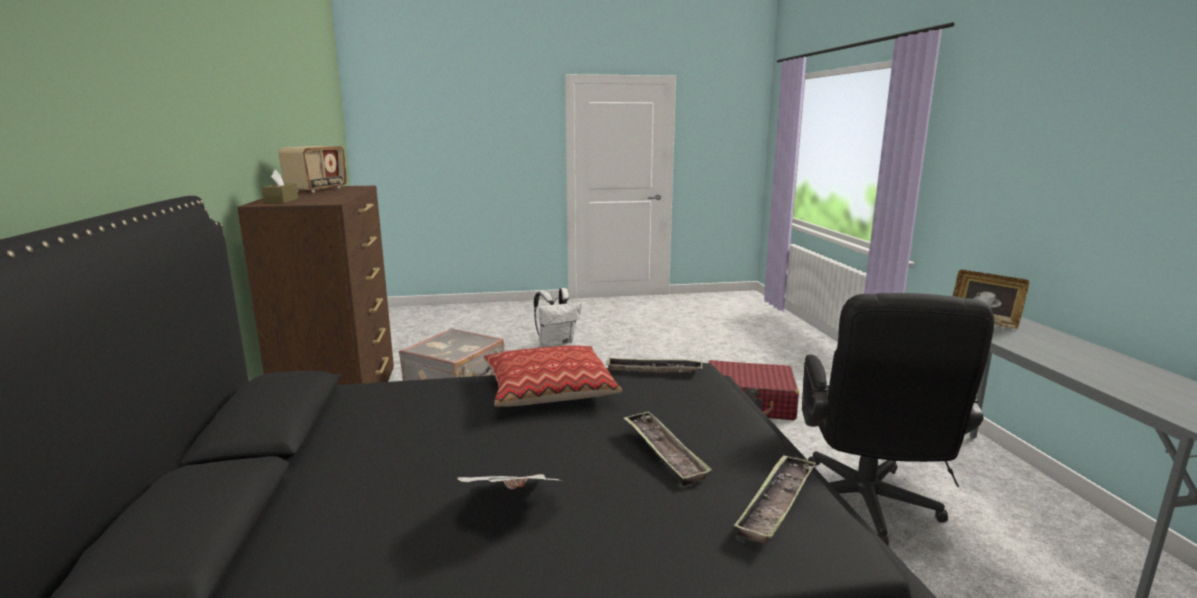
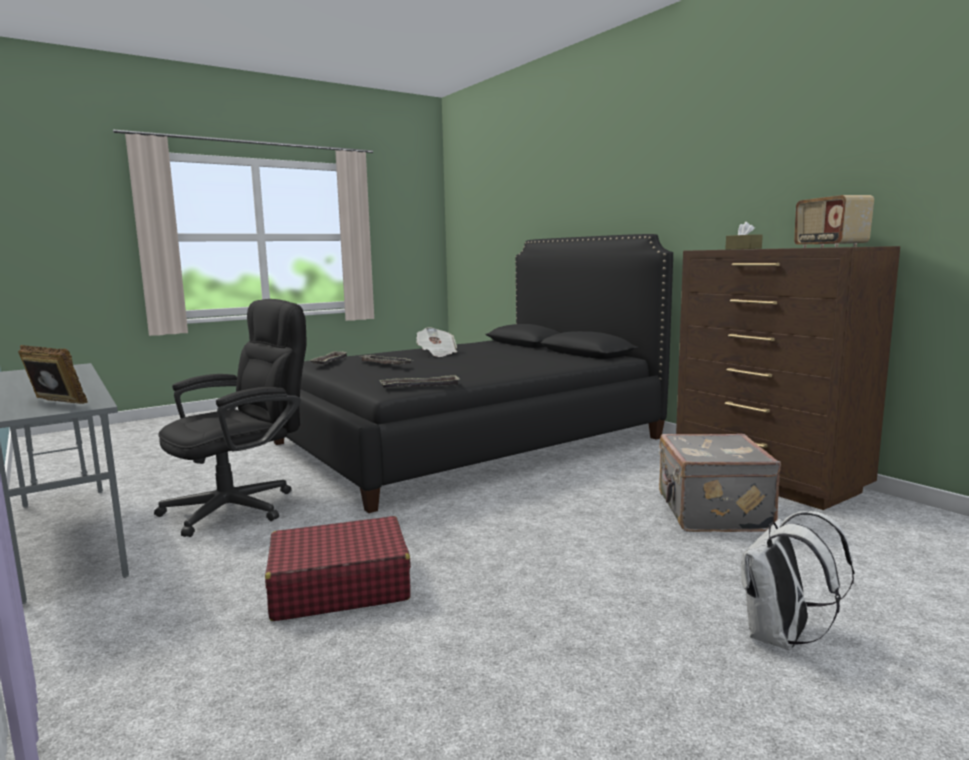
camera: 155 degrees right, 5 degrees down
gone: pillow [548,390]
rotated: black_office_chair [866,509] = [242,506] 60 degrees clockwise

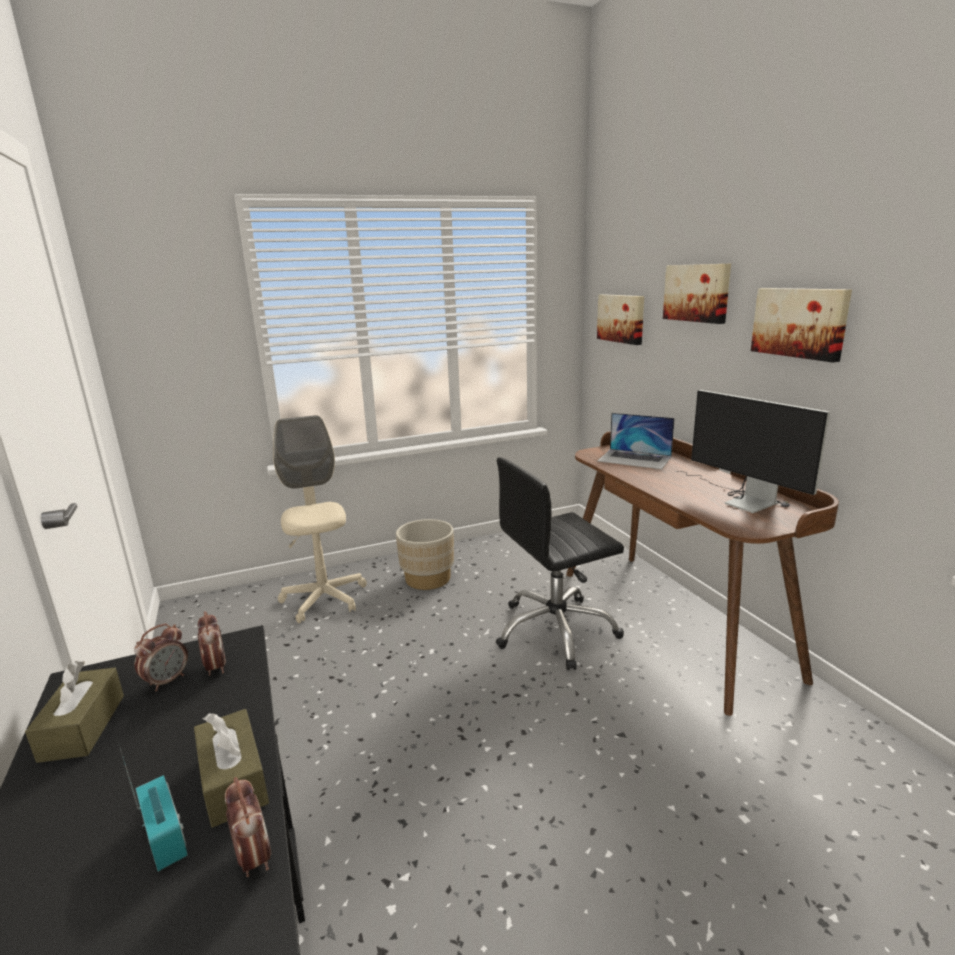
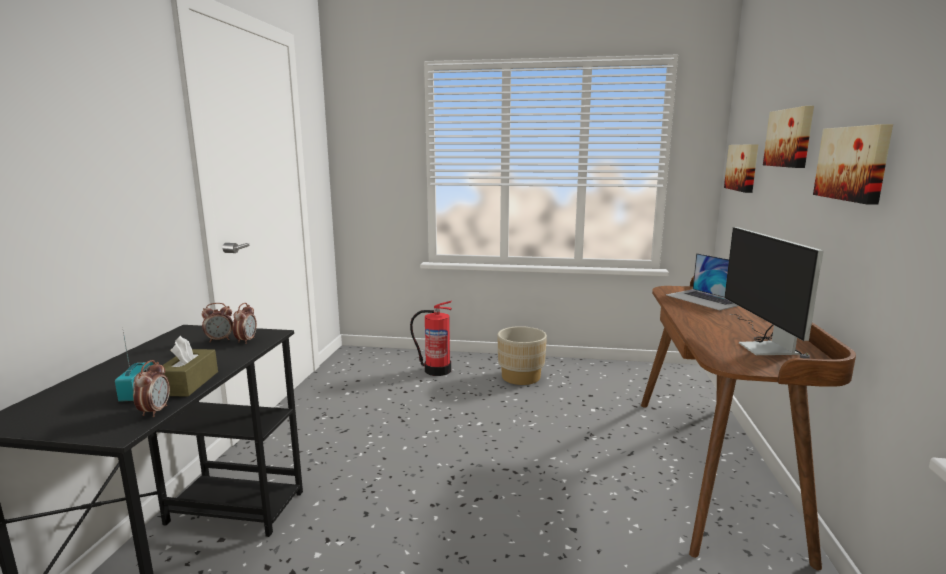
camera: 30 degrees right, 5 degrees down
gone: brown_tissue_box [83,727]; black_office_chair [556,631]
swapped: beige_office_chair [324,599] to fire_extinguisher [436,370]

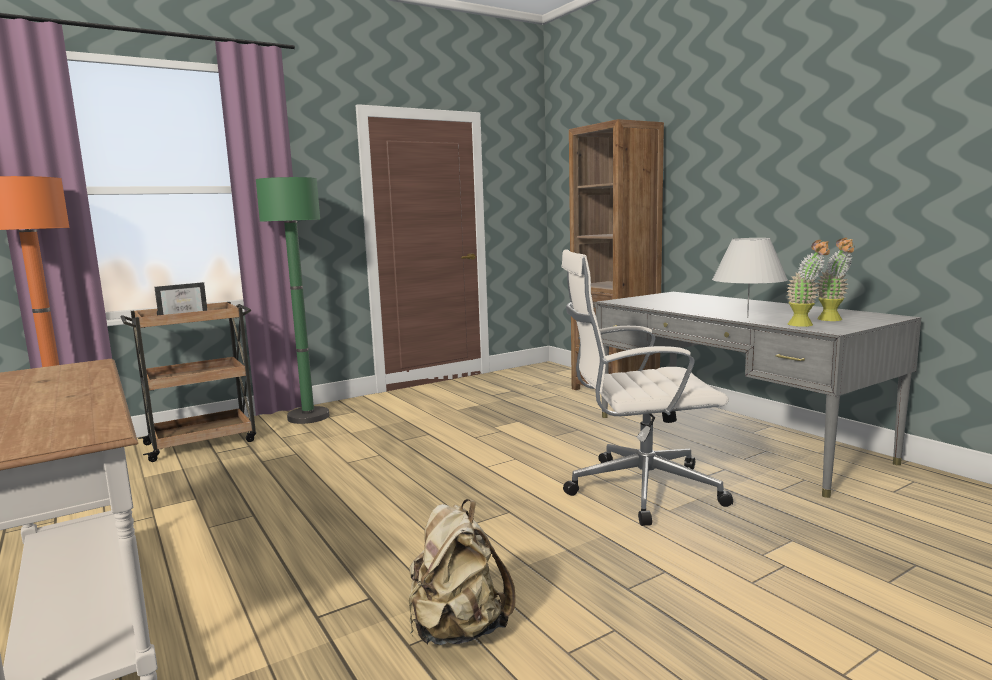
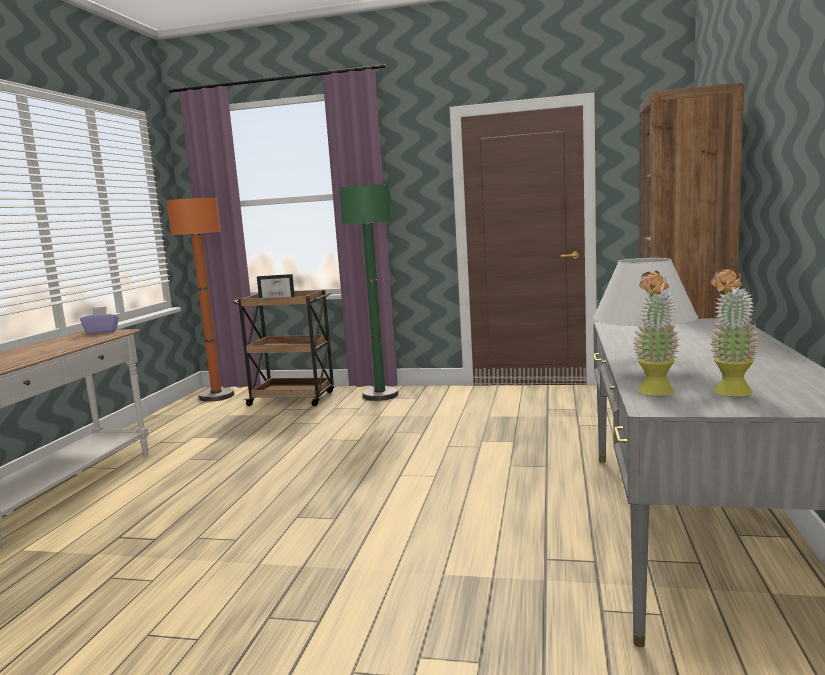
camera: 45 degrees right, 0 degrees up
gone: beige_backpack [458,630]; white_office_chair [639,489]
new: purple_tissue_box [102,332]

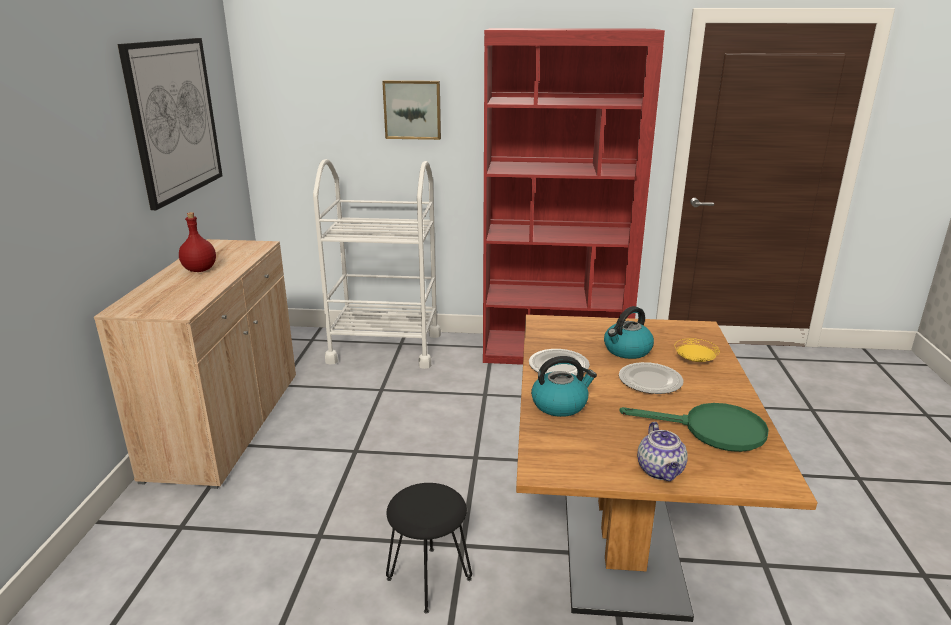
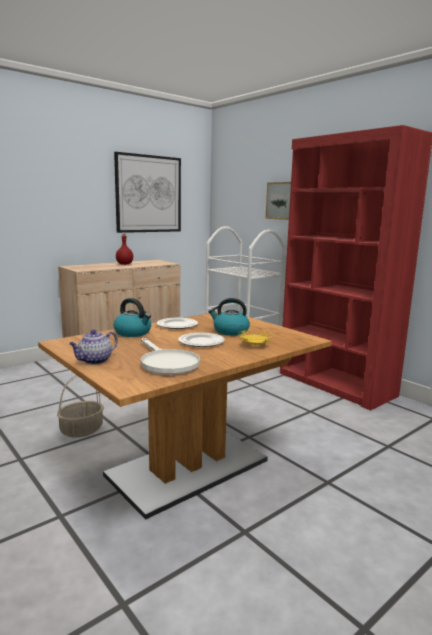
camera: 45 degrees right, 10 degrees down
swapped: black_stool [428,578] to basket [82,430]
repainted: green_frying_pan [712,430] to white_frying_pan [166,363]

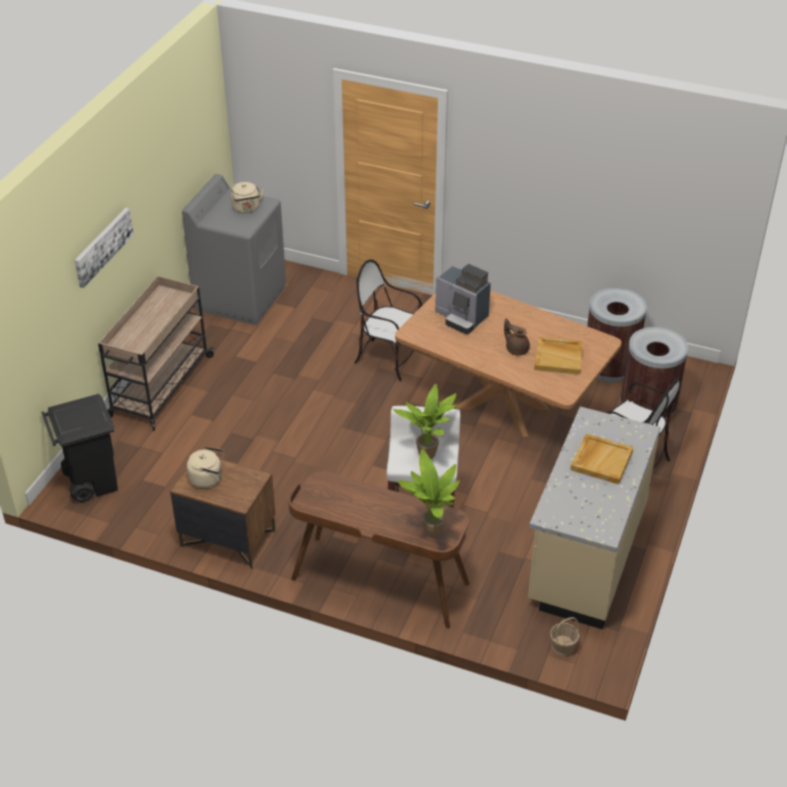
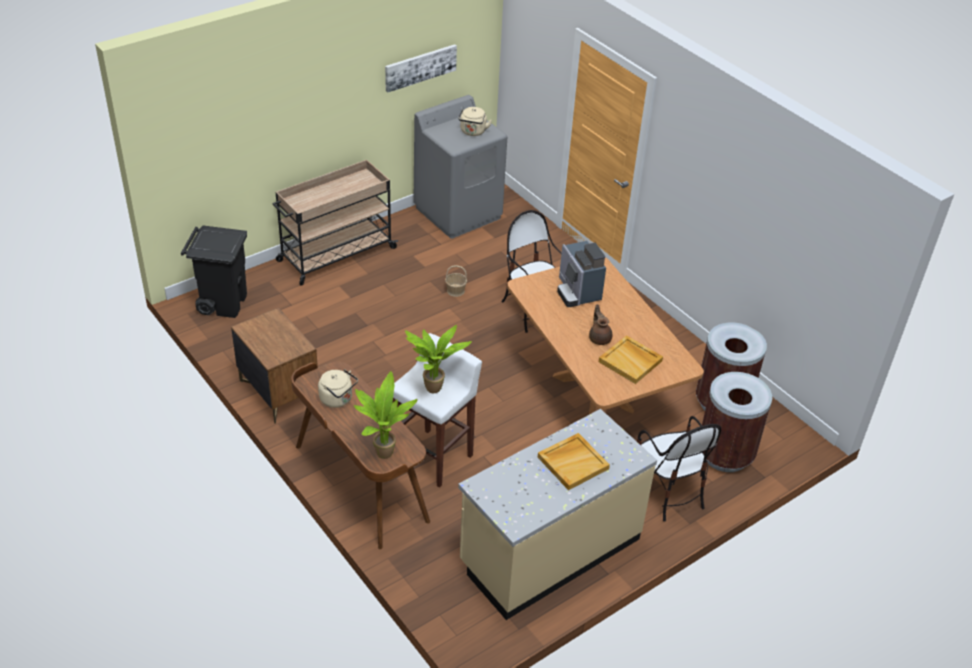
camera: 30 degrees right, 0 degrees up
shifted: picture [102,246] to [420,67]; beige_kettle [208,478] to [338,399]; basket [562,645] to [455,290]

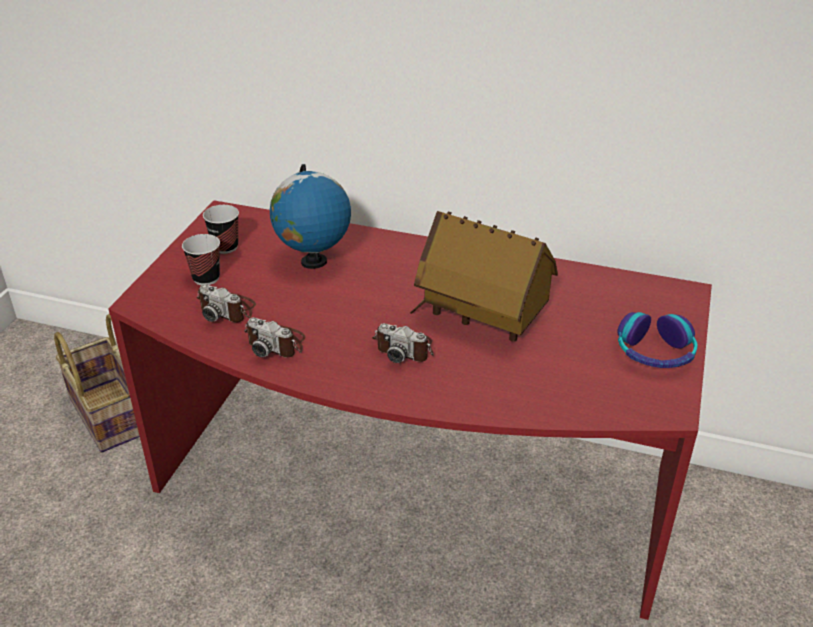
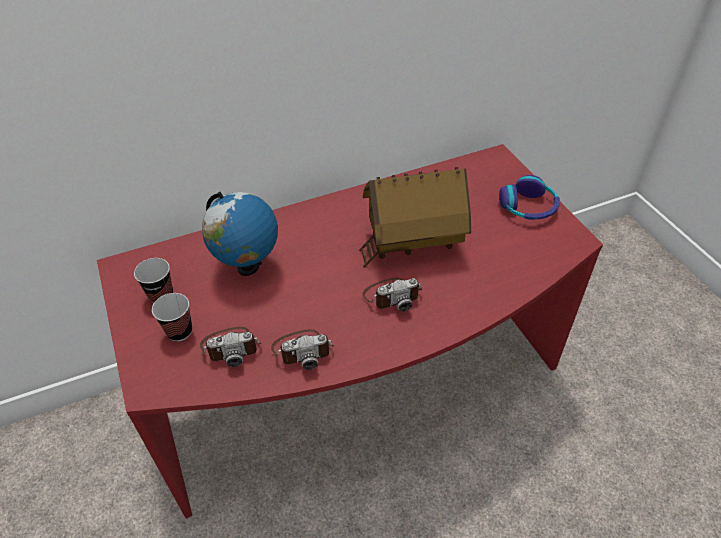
camera: 40 degrees left, 10 degrees up
gone: basket [111,415]

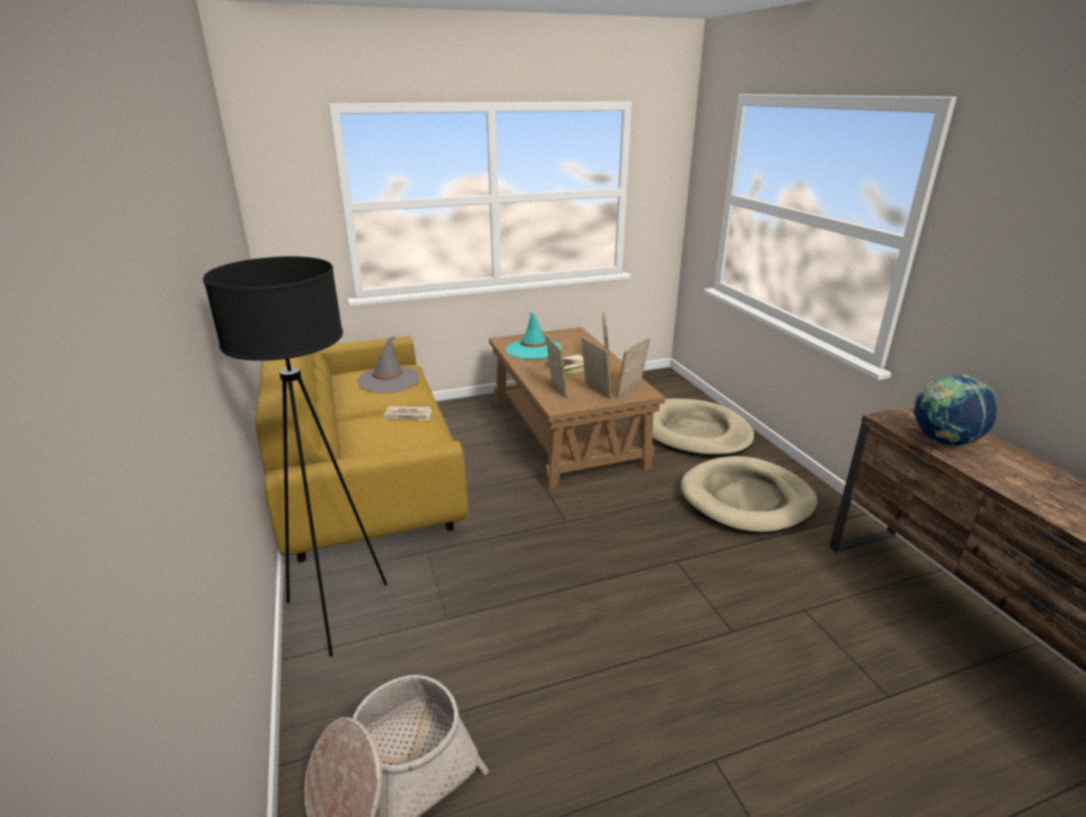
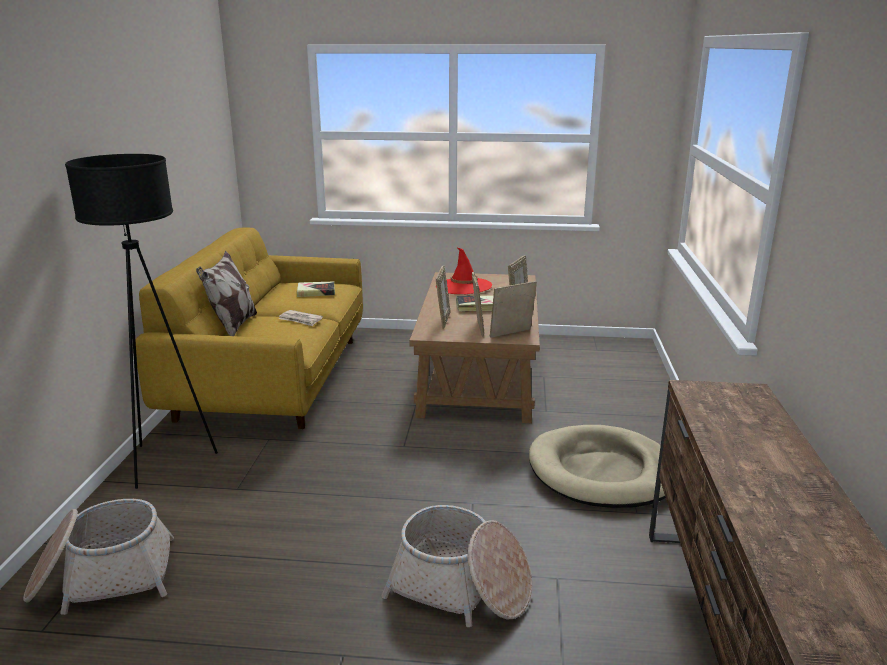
camera: 25 degrees right, 5 degrees down
gone: beige_dog_bed [695,433]; globe [943,442]
new: pillow [233,327]; basket [461,587]
swapped: grey_hat [389,380] to book [316,292]
repainted: turquoise_hat [533,349] to red_hat [463,286]

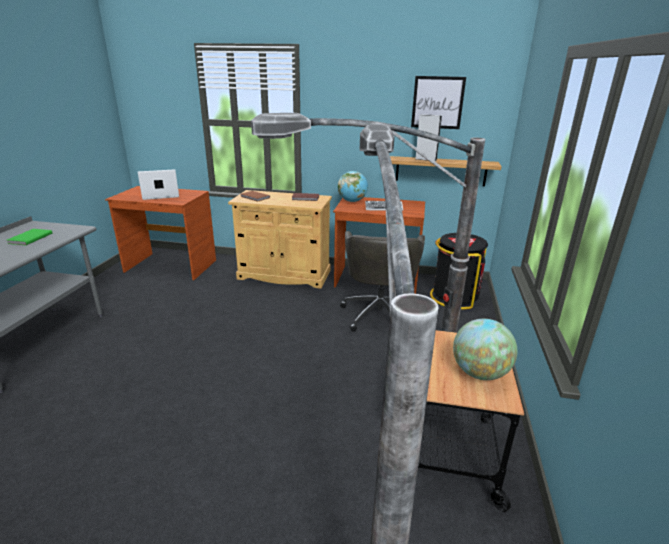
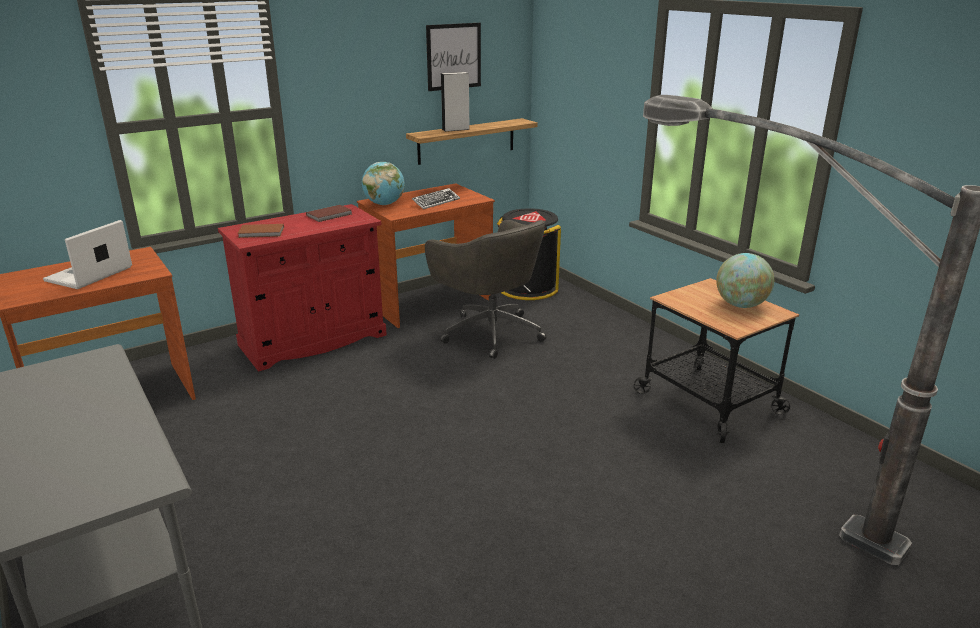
camera: 45 degrees left, 0 degrees up
gone: green_book [29,238]; floor_lamp [370,365]
repainted: beige_cabinet [284,275] to red_cabinet [313,340]

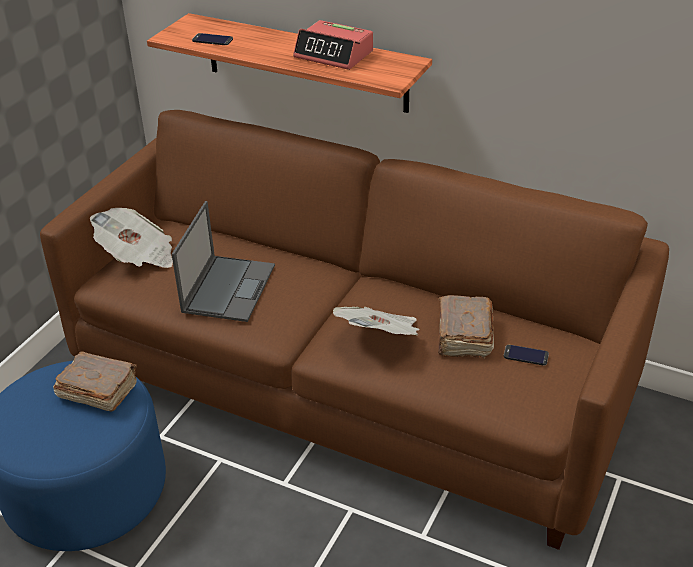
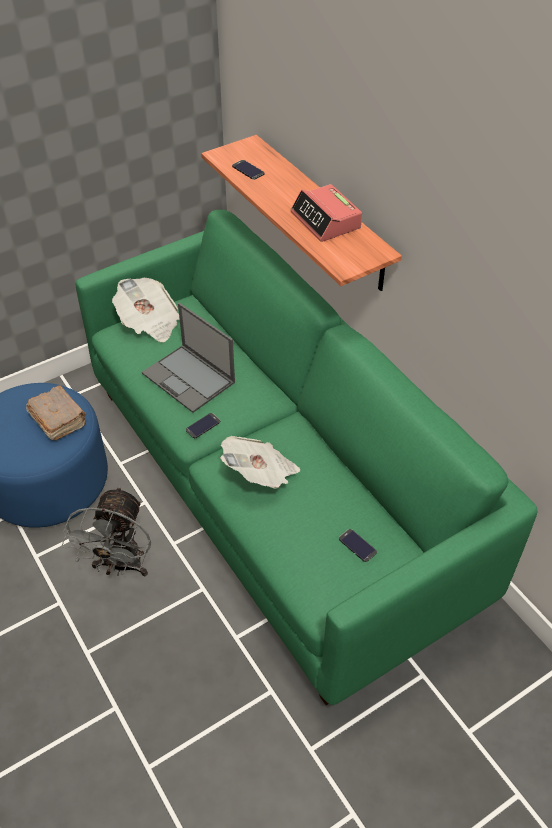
camera: 30 degrees right, 10 degrees up
gone: brown_book [463,337]
new: grey_fan [121,566]; phone [203,426]
repainted: brown_sofa [350,386] to green_sofa [277,489]
rotated: laptop [229,287] = [189,378] 90 degrees clockwise

